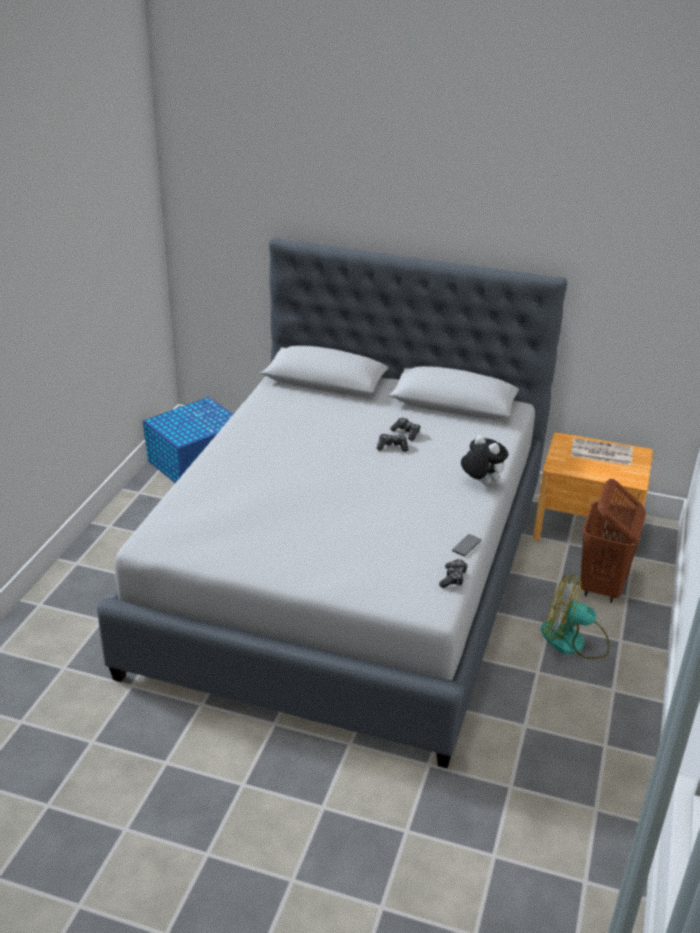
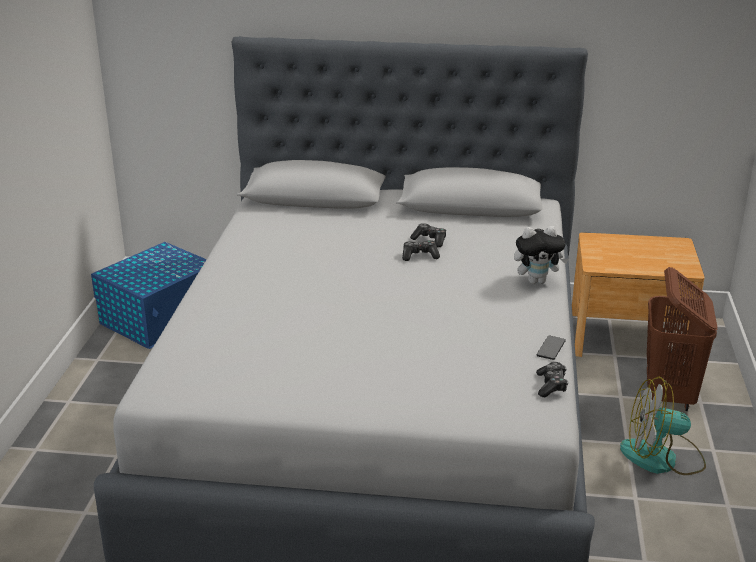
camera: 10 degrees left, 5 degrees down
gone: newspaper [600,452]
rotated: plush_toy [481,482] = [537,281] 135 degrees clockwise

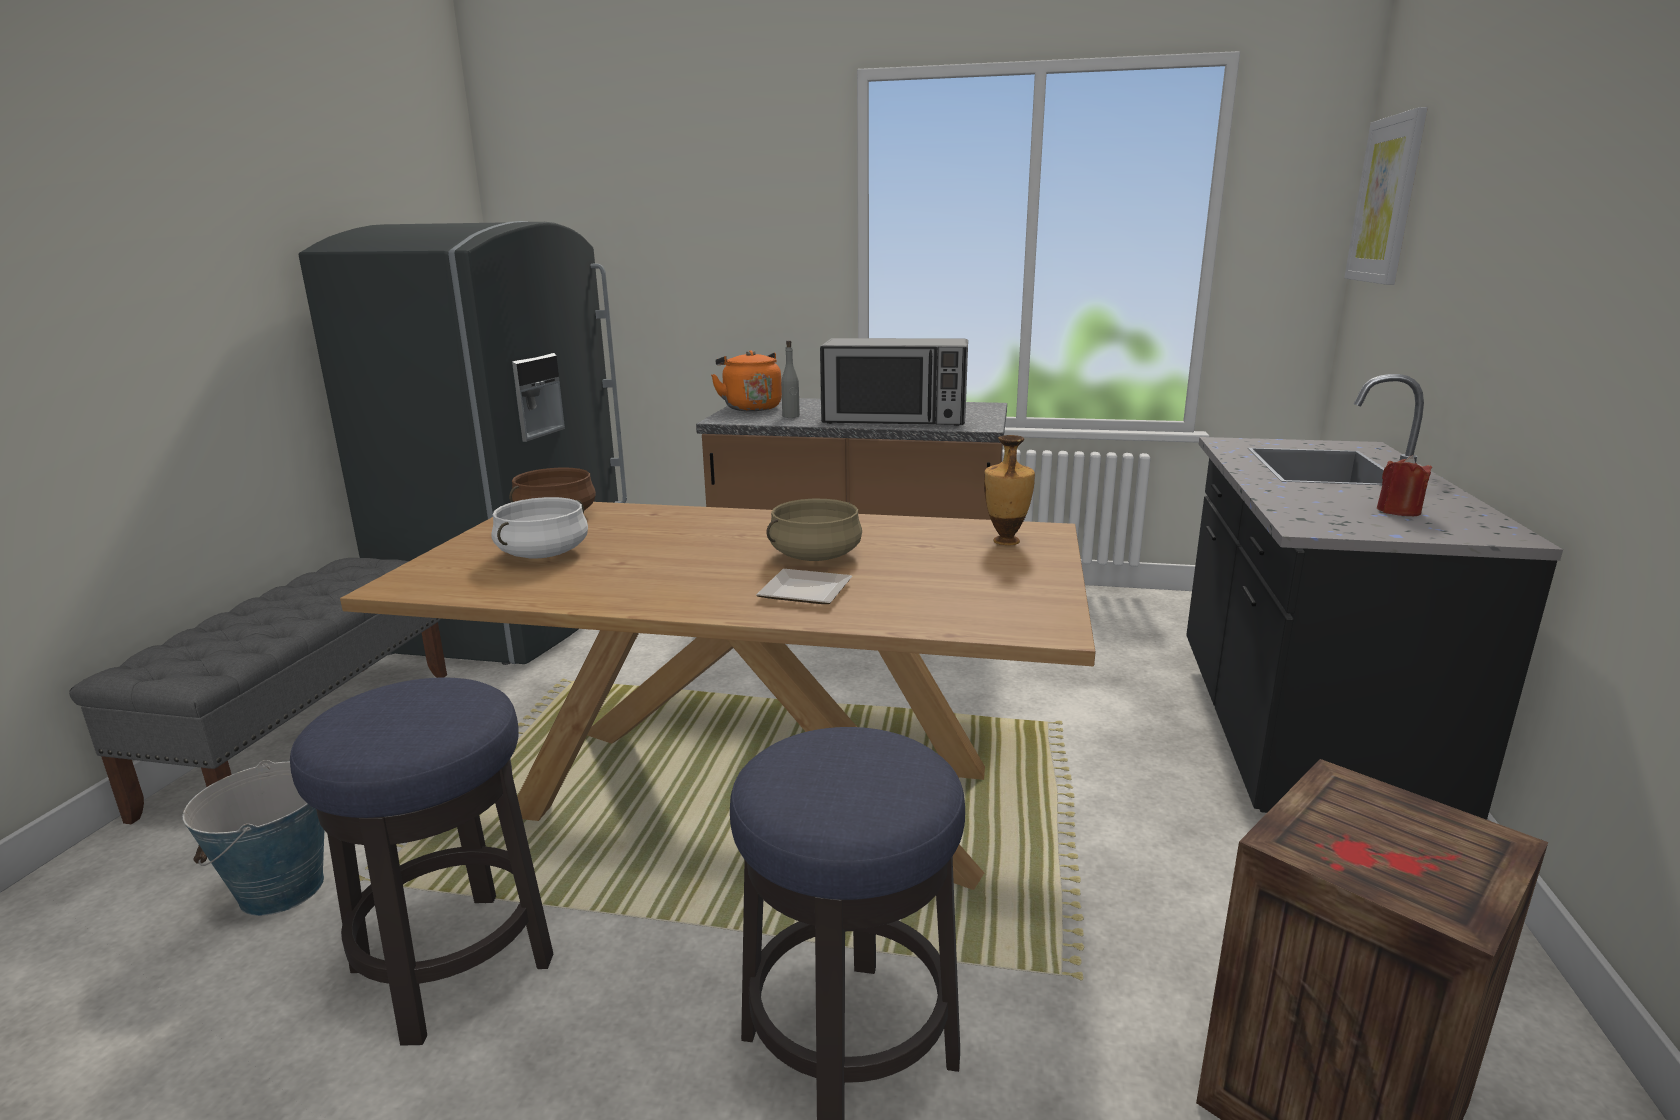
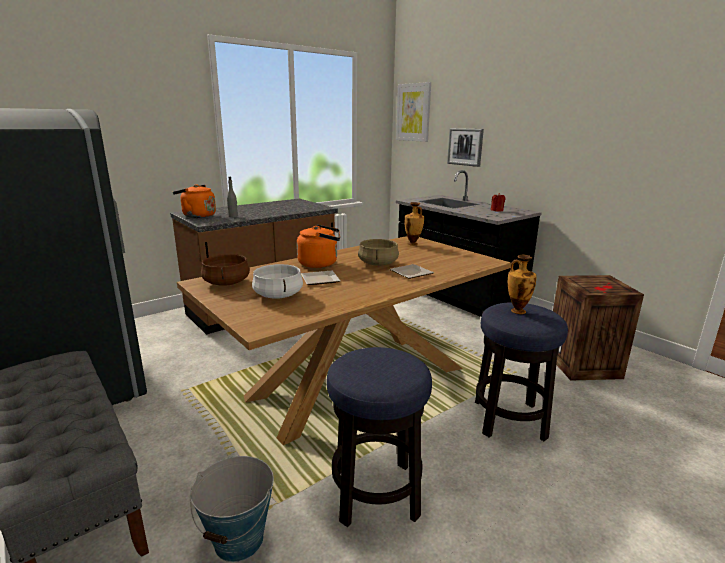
camera: 50 degrees left, 0 degrees up
gone: microwave [895,419]
new: orange_kettle [320,263]; plate [321,280]; picture [465,147]; vase [517,311]

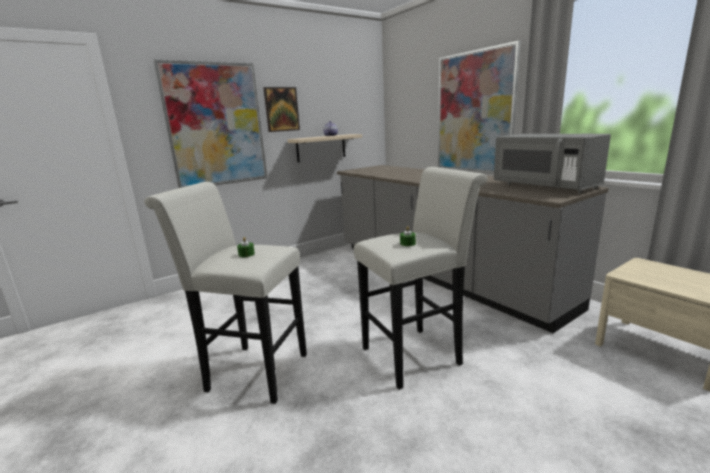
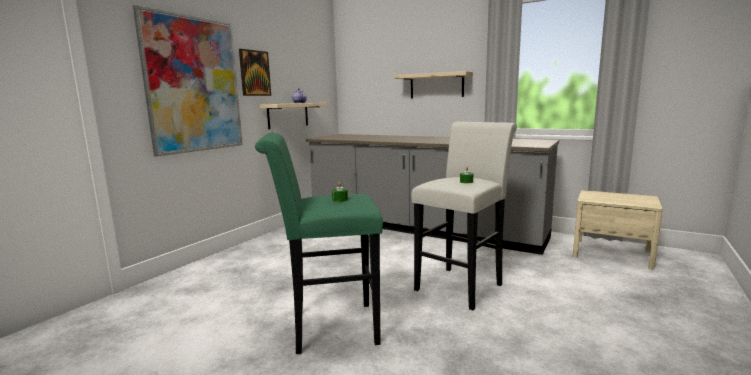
camera: 25 degrees left, 5 degrees down
gone: grey_microwave [545,186]
swapped: picture [474,113] to beige_shelf [436,85]
repainted: white_stool [251,371] to green_stool [327,328]

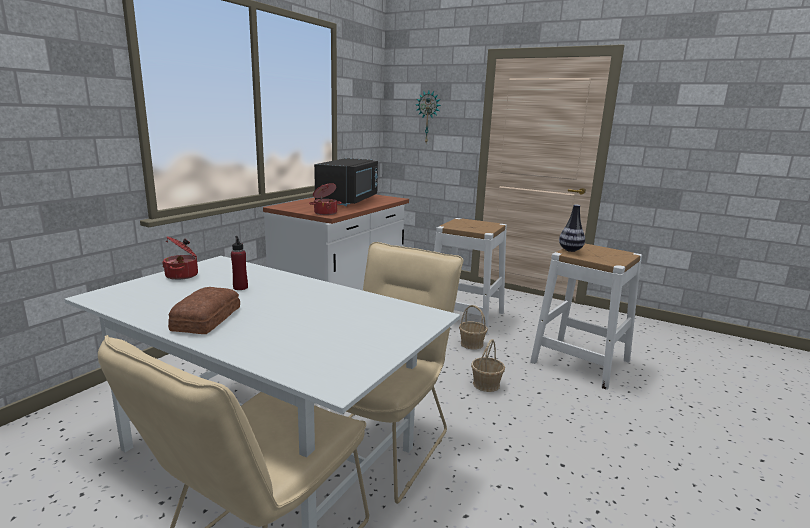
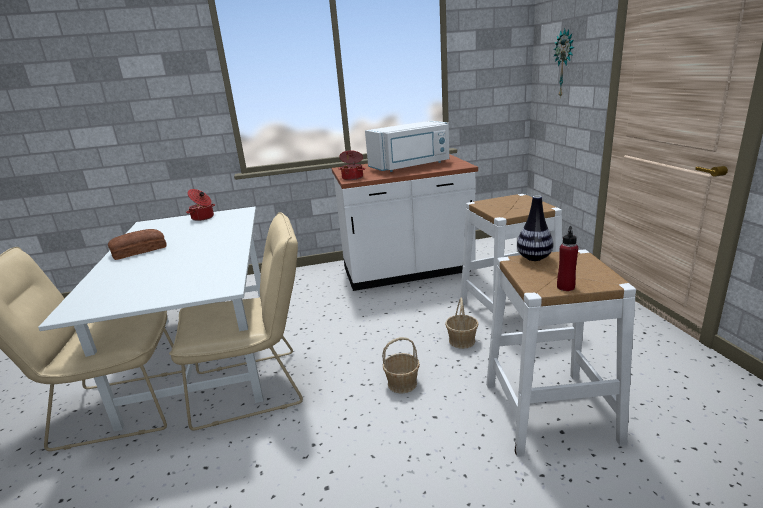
camera: 50 degrees right, 5 degrees up
shifted: red_bottle [240,287] to [565,287]
repainted: black_microwave [349,201] to white_microwave [411,166]

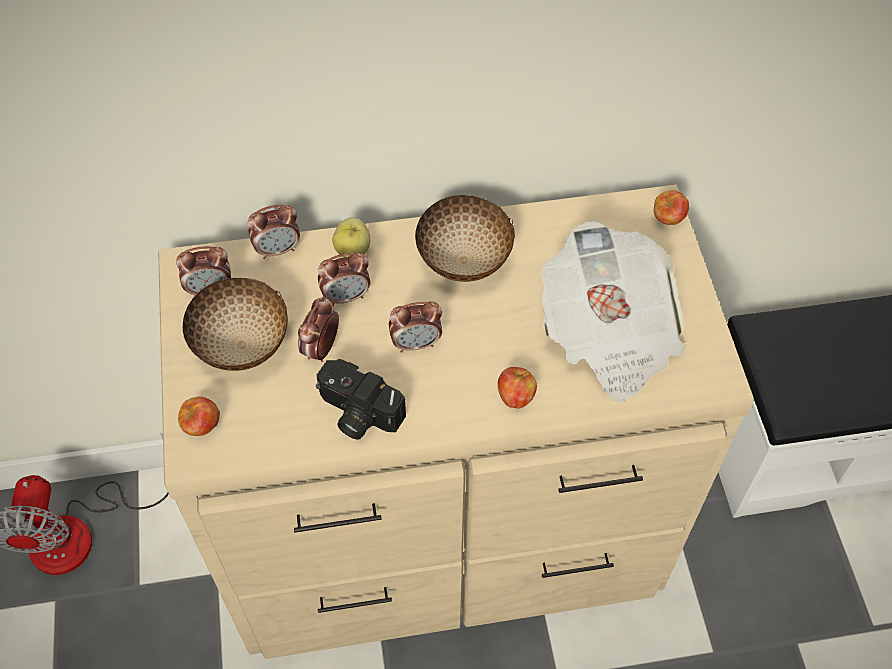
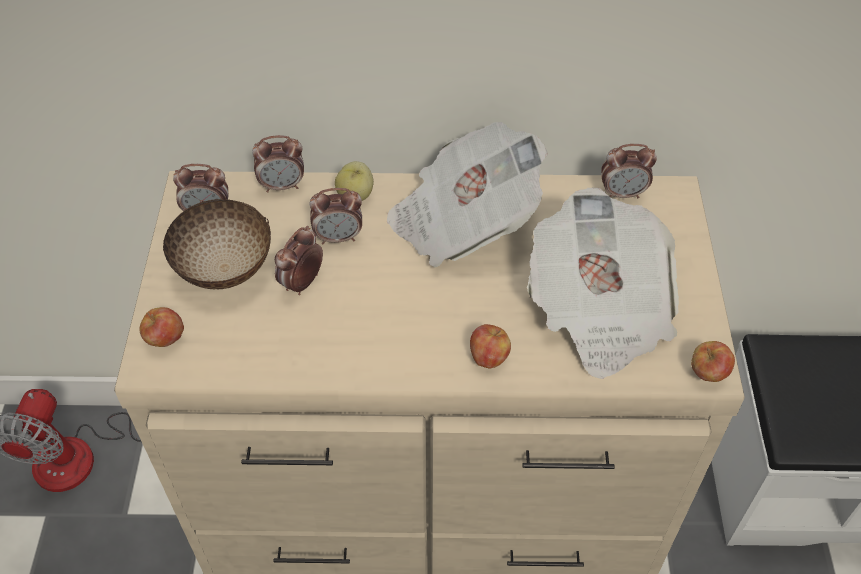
camera: 10 degrees right, 5 degrees down
gone: photo_camera [356,413]
shifted: alarm_clock [416,343] to [622,193]; apple [668,219] to [708,373]
swapped: bowl [463,262] to newspaper [463,221]

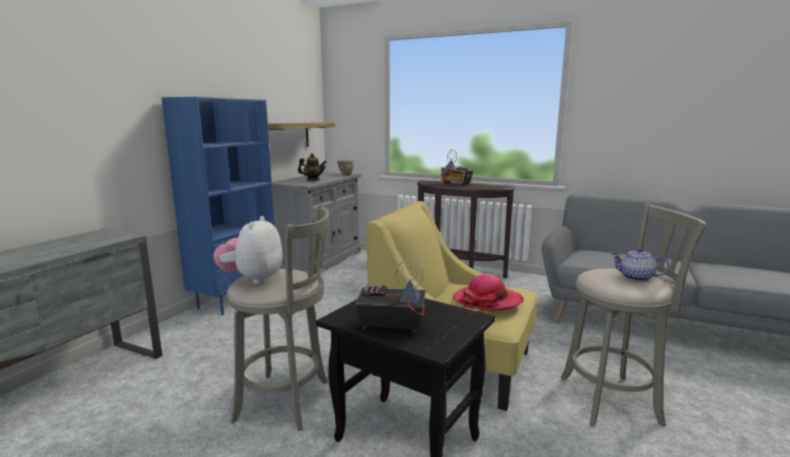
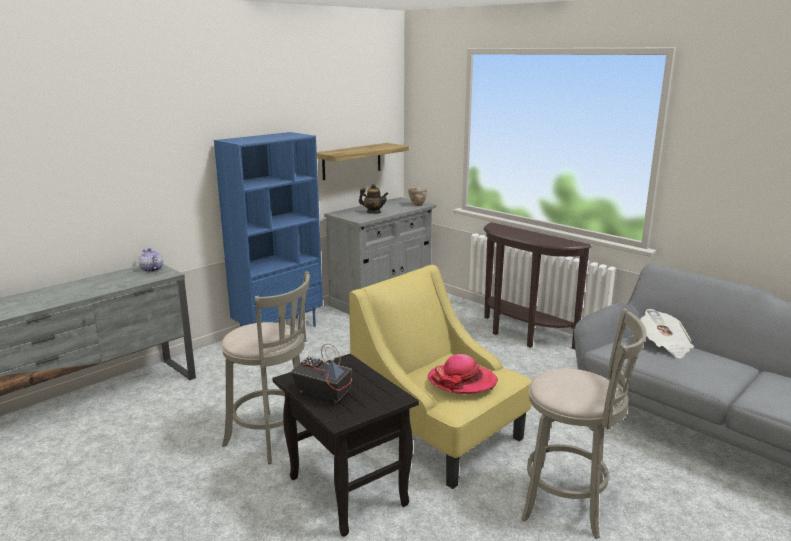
camera: 20 degrees right, 5 degrees up
gone: plush_toy [253,279]; radio [456,184]
new: newspaper [665,346]
shifted: teapot [636,277] to [151,269]

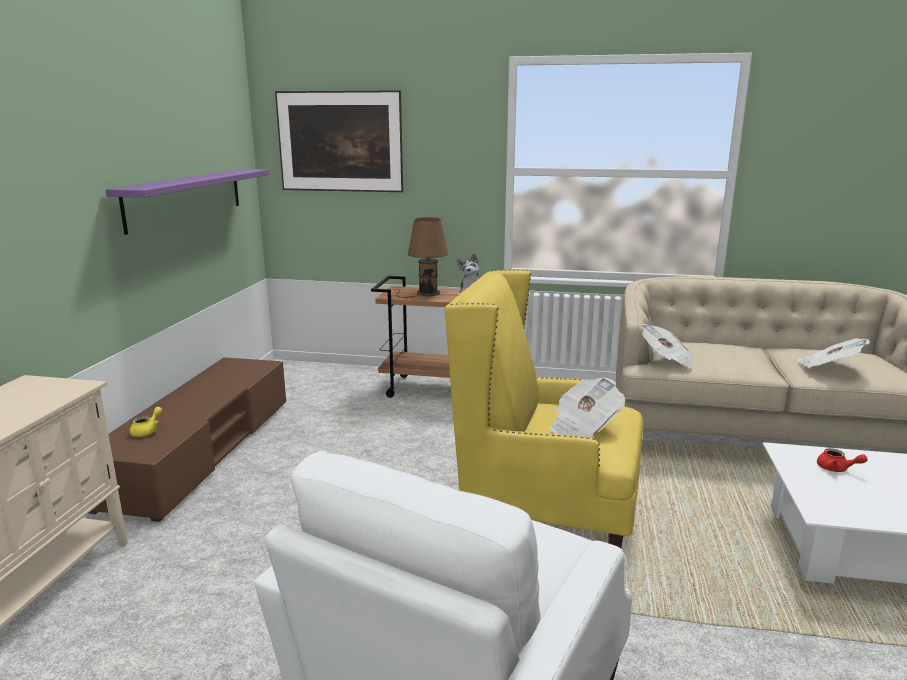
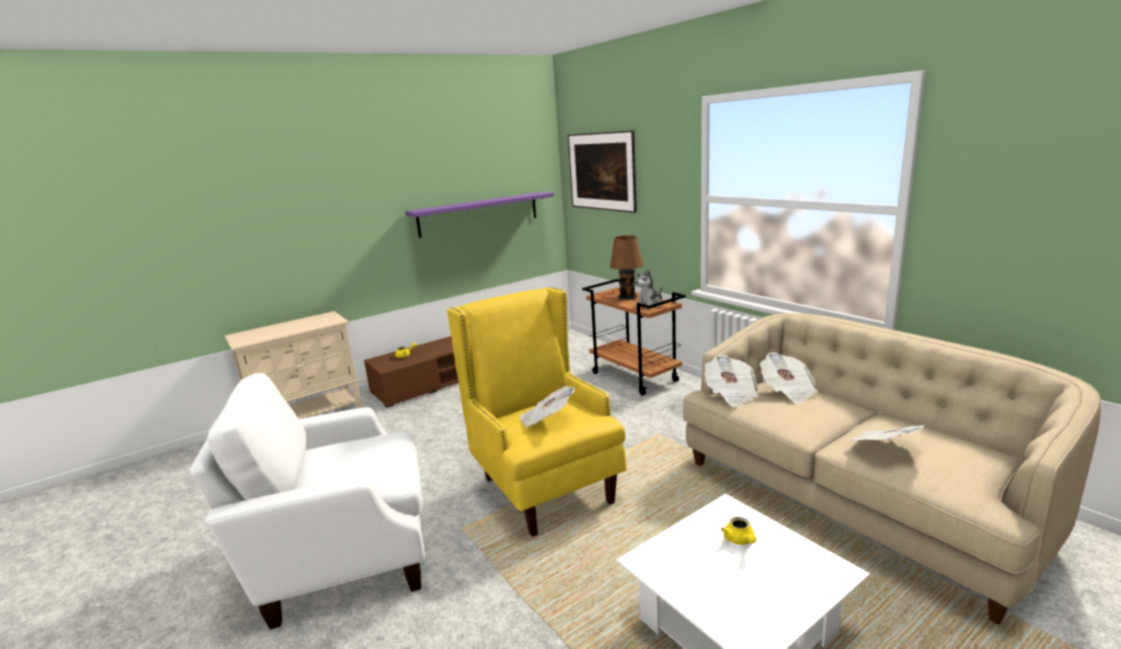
camera: 45 degrees right, 0 degrees up
new: newspaper [787,391]
repainted: red_teapot [836,469] to yellow_teapot [740,540]

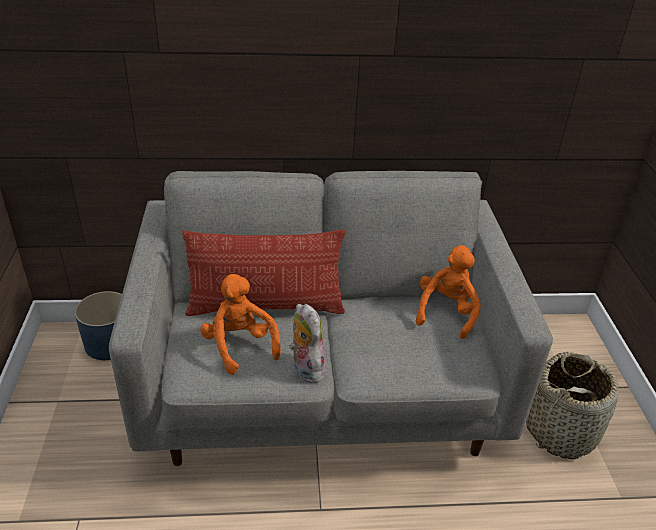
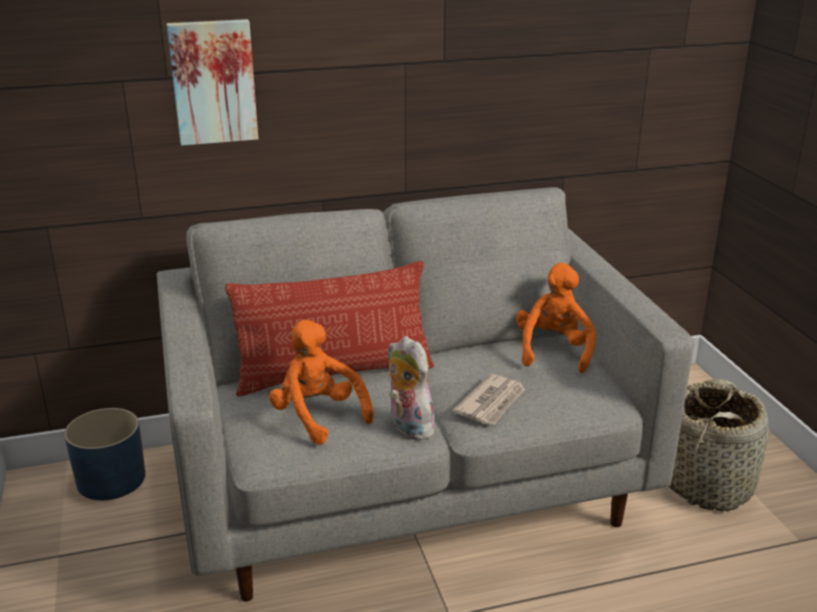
camera: 10 degrees left, 10 degrees down
new: picture [213,82]; newspaper [491,403]

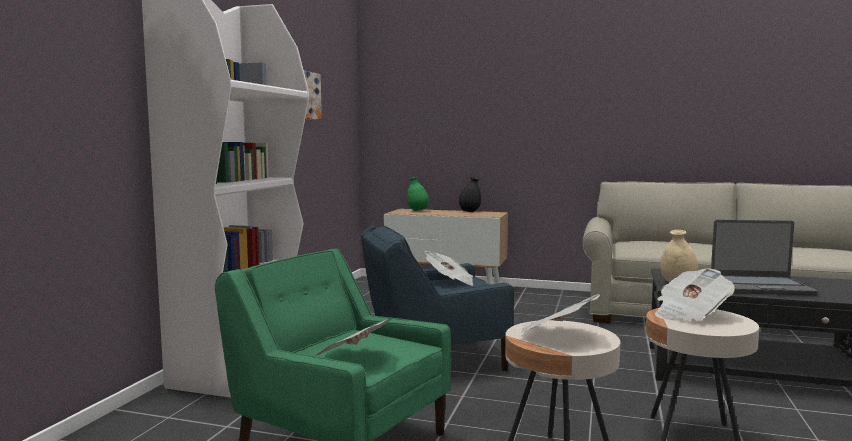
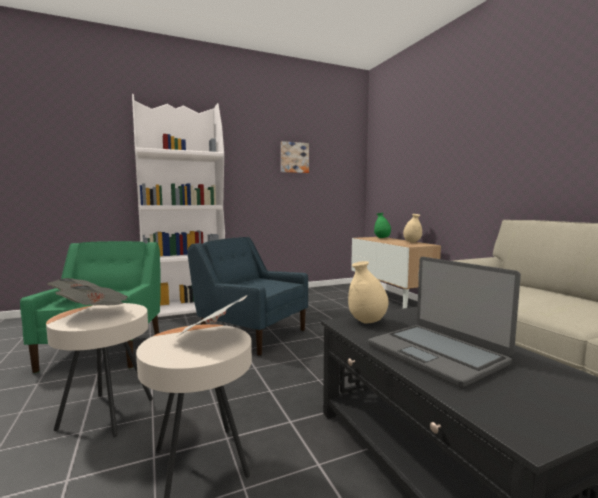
camera: 50 degrees right, 0 degrees up
gone: newspaper [450,282]
repainted: black_vase [469,211] to beige_vase [412,242]

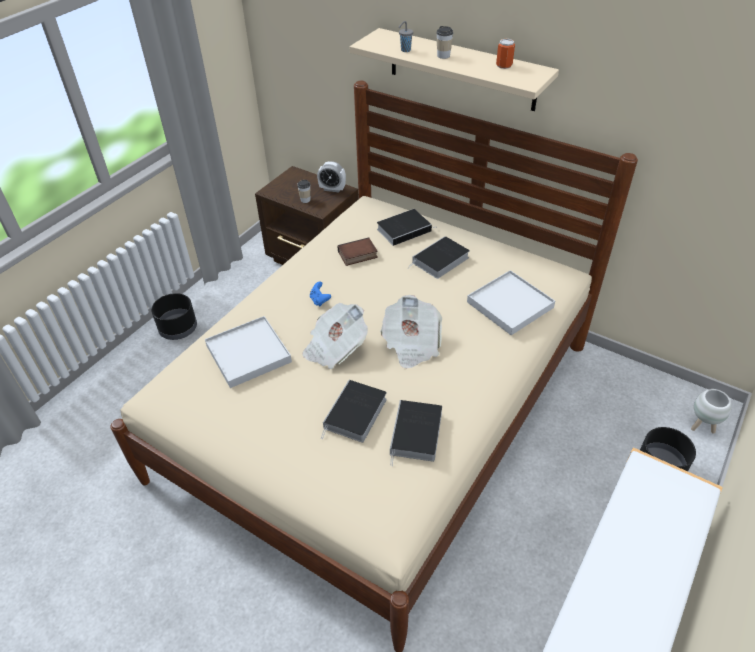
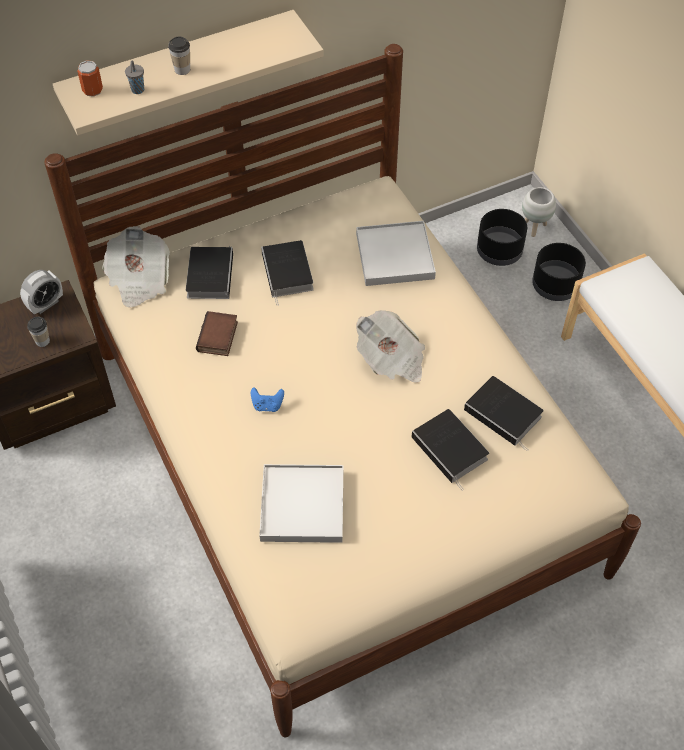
camera: 60 degrees left, 10 degrees up
shifted: black_planter [178,328] to [498,251]; newspaper [335,348] to [139,280]; can [504,65] to [92,90]

